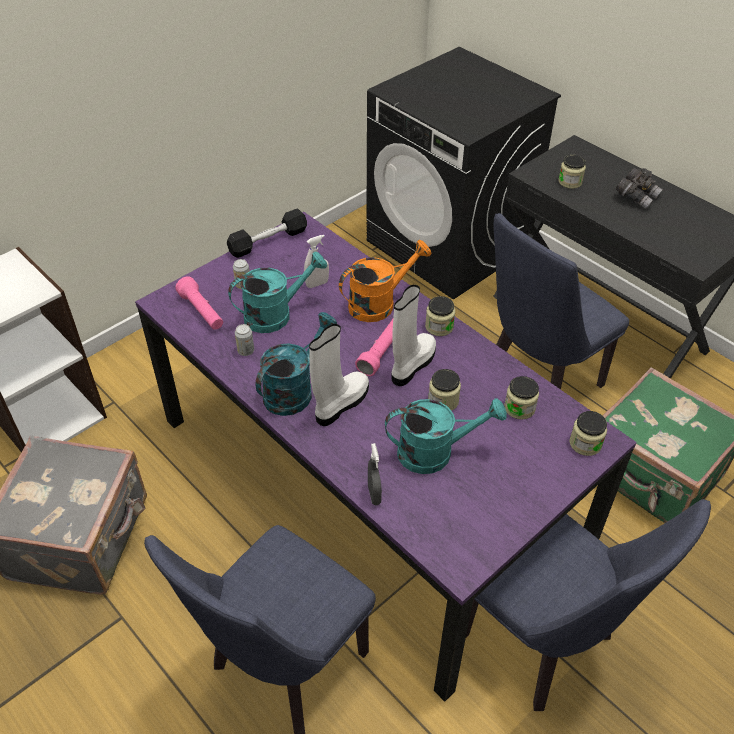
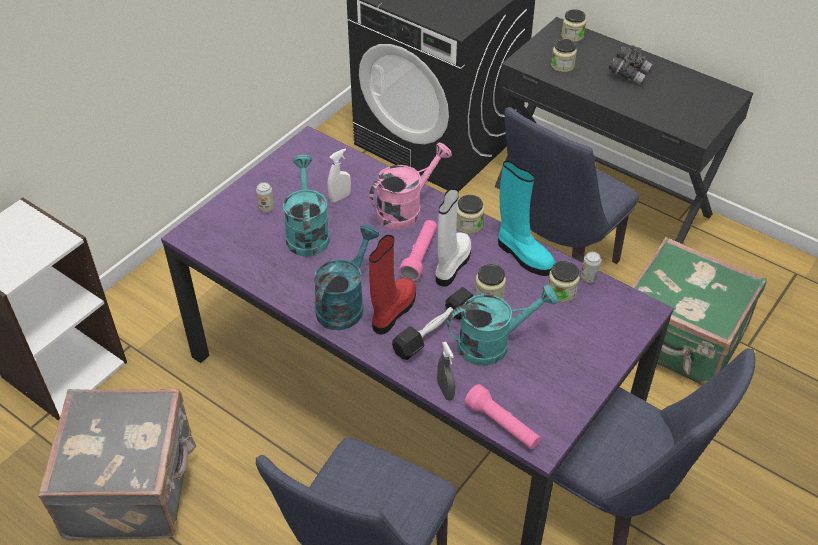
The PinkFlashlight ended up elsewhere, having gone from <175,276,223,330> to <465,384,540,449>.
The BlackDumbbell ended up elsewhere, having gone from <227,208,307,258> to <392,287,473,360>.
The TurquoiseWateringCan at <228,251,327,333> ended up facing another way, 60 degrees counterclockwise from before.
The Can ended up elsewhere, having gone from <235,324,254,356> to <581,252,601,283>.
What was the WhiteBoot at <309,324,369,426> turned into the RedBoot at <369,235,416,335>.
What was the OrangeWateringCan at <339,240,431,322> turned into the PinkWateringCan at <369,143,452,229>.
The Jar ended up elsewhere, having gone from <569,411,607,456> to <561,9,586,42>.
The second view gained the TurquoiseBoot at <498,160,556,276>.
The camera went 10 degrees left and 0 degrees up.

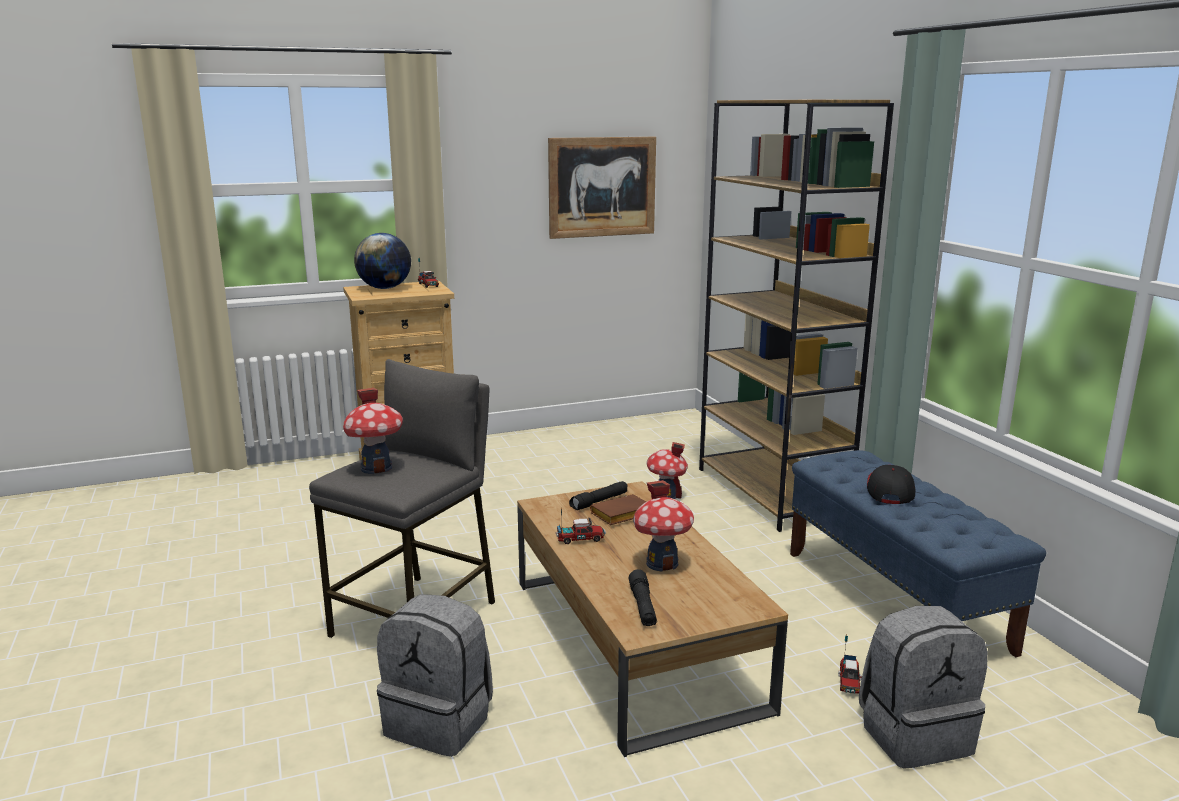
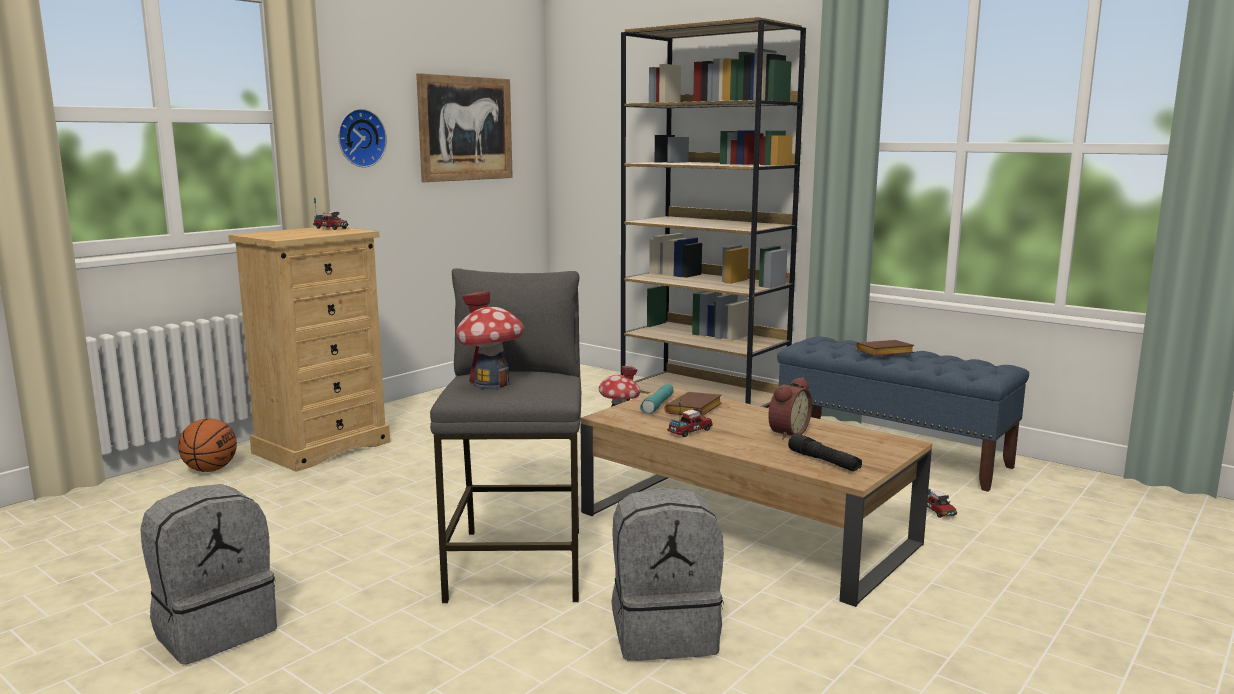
The second view lost the Globe at <354,233,411,289>.
What was the BlackFlashlight at <569,481,627,510> turned into the TurquoiseFlashlight at <640,384,674,414>.
Where the ToyHouse stood at <633,480,694,572>, the AlarmClock came to stand at <768,377,812,439>.
The GreyBackpack ended up elsewhere, having gone from <859,606,988,769> to <140,484,277,664>.
Where the Cap stood at <867,465,915,504>, the BrownBook came to stand at <856,340,914,356>.
The second view gained the Basketball at <178,419,237,472>.
The second view gained the WallClock at <338,109,387,167>.
The camera went 30 degrees left and 5 degrees down.

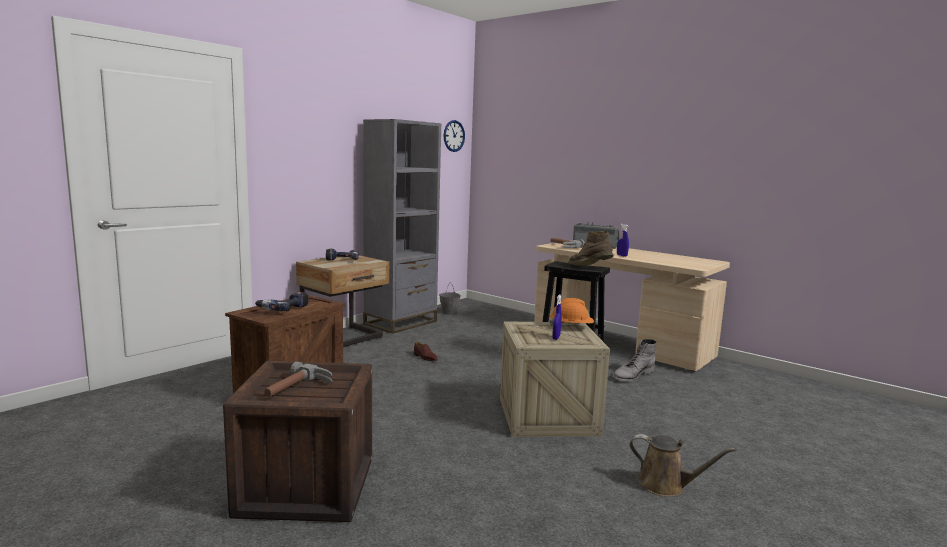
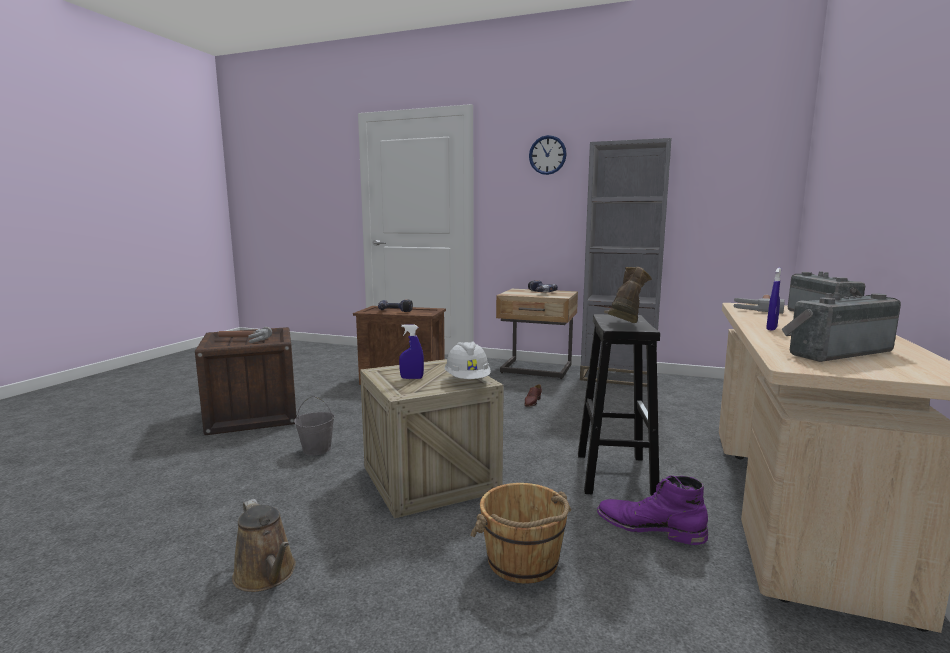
The GreyBucket ended up elsewhere, having gone from <439,283,461,315> to <294,396,335,455>.
The WallClock ended up elsewhere, having gone from <444,120,465,152> to <529,135,567,175>.
What was the OrangeHardHat at <550,298,594,326> turned into the WhiteHardHat at <445,341,491,379>.
What was the GreyBoot at <612,339,657,382> turned into the PurpleBoot at <597,476,708,545>.
The BrownWateringCan at <630,434,736,497> ended up facing another way, 45 degrees counterclockwise from before.
The second view gained the BrownBucket at <470,483,571,584>.
The second view gained the Radio at <781,293,901,362>.
The camera went 70 degrees right and 0 degrees up.

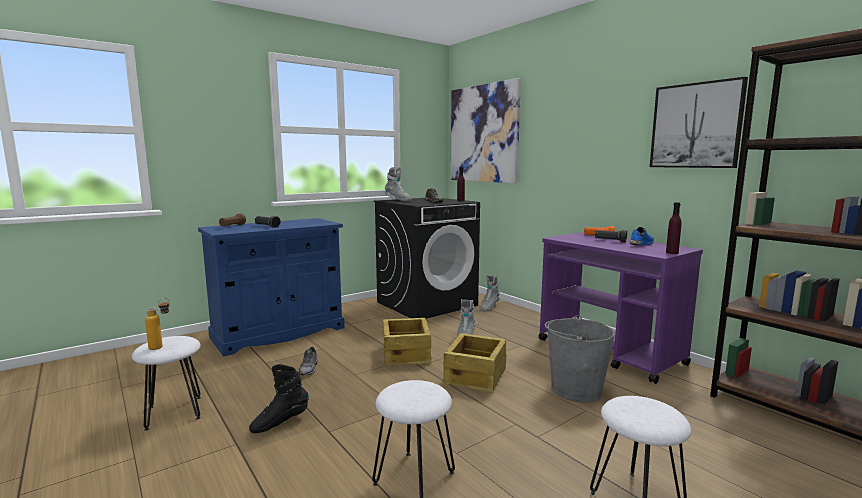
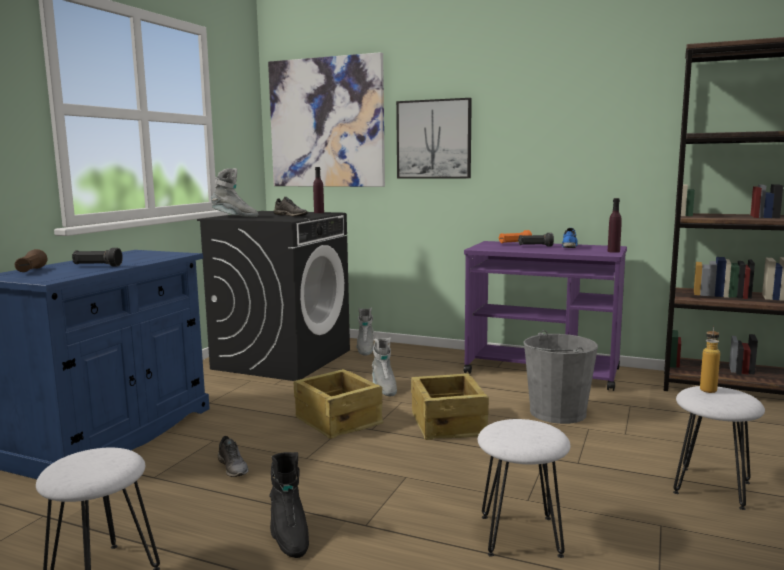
The Bottle ended up elsewhere, having gone from <145,298,170,350> to <700,326,720,393>.
The BlackBoot at <249,364,309,433> ended up facing another way, 45 degrees counterclockwise from before.
The Picture ended up elsewhere, having gone from <650,77,748,168> to <396,98,472,178>.
The camera went 30 degrees left and 0 degrees up.

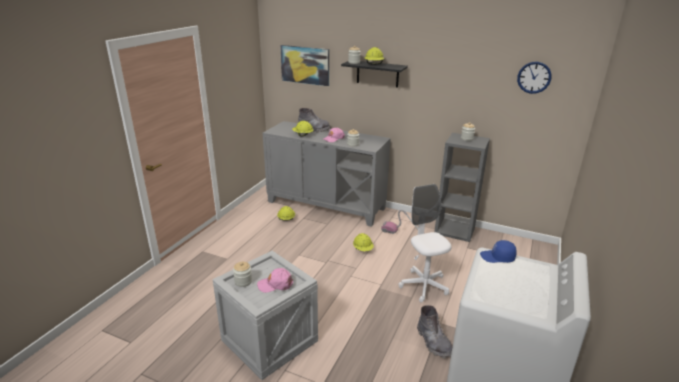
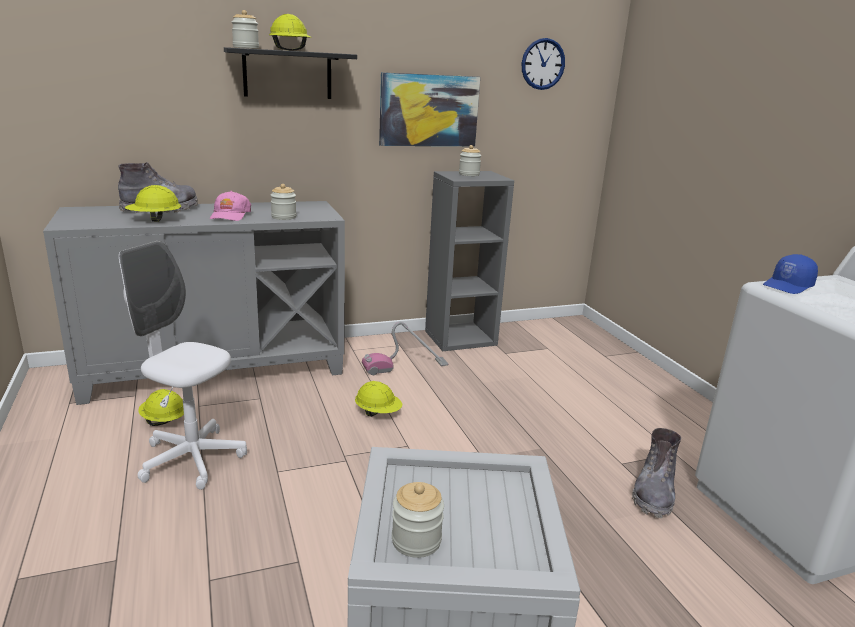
The second view lost the PinkCap at <257,268,293,293>.
The Picture ended up elsewhere, having gone from <280,45,329,86> to <379,72,480,146>.
The WhiteOfficeChair ended up elsewhere, having gone from <399,184,452,303> to <119,241,247,490>.
The GreyBoot at <417,305,452,358> ended up facing another way, 90 degrees clockwise from before.
The camera went 45 degrees left and 5 degrees down.

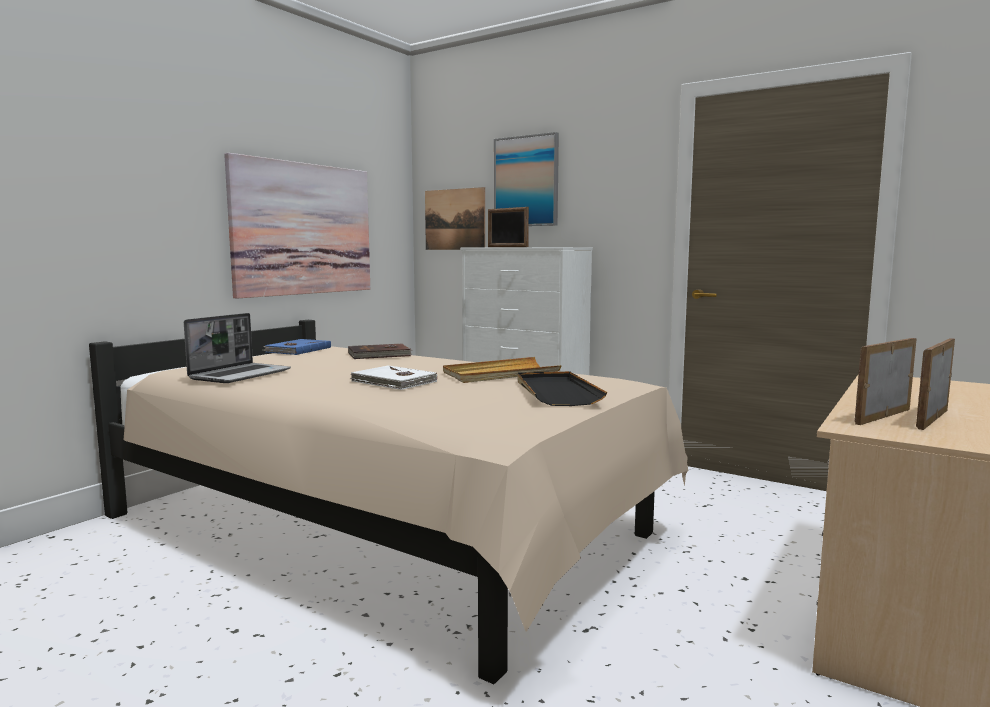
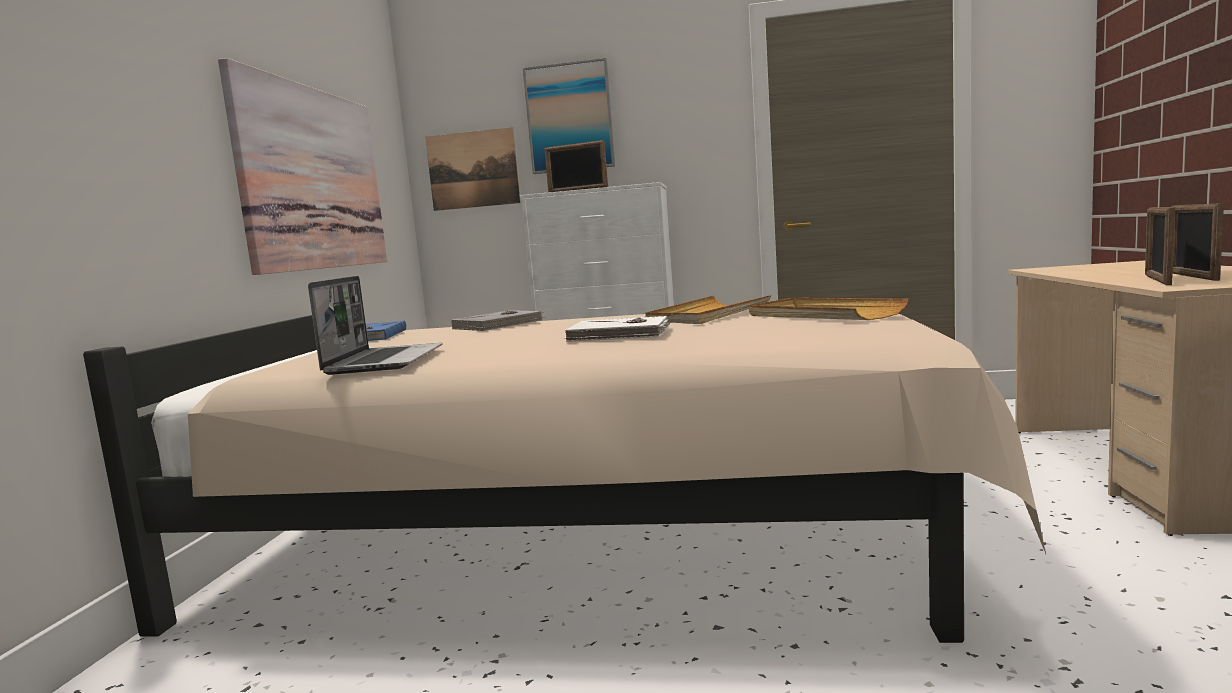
What was the BrownBook at <348,344,412,359> turned into the GreyBook at <451,310,546,331>.
What was the BlackTray at <517,371,607,406> turned into the BeigeTray at <749,298,909,320>.
The camera went 25 degrees left and 0 degrees up.

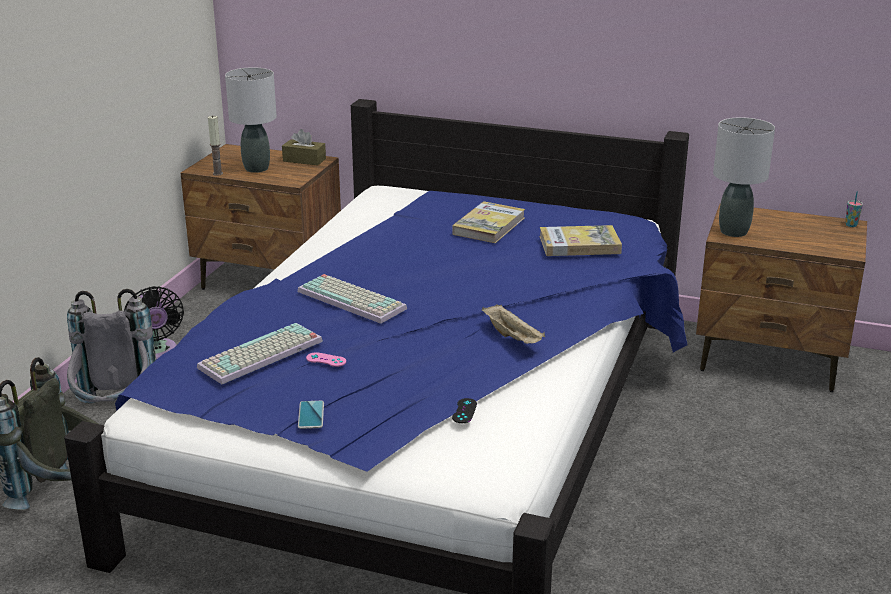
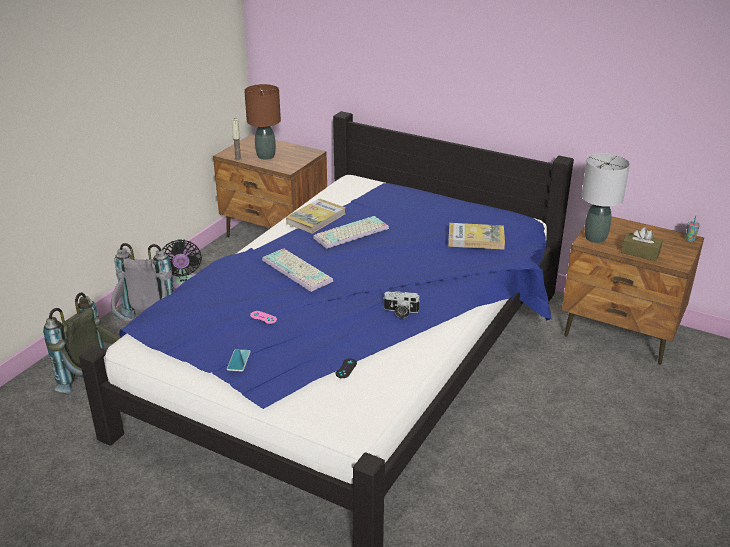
The Keyboard ended up elsewhere, having gone from <197,323,323,384> to <313,216,389,249>.
What was the GreyTableLamp at <225,67,277,173> turned into the BrownTableLamp at <244,84,281,160>.
The BrownTissueBox ended up elsewhere, having gone from <282,129,326,166> to <621,227,663,261>.
The Book ended up elsewhere, having gone from <453,201,525,243> to <286,199,345,234>.
Where the BeigeTray stood at <482,304,545,344>, the PhotoCamera came to stand at <383,291,421,318>.
The camera went 10 degrees right and 5 degrees up.

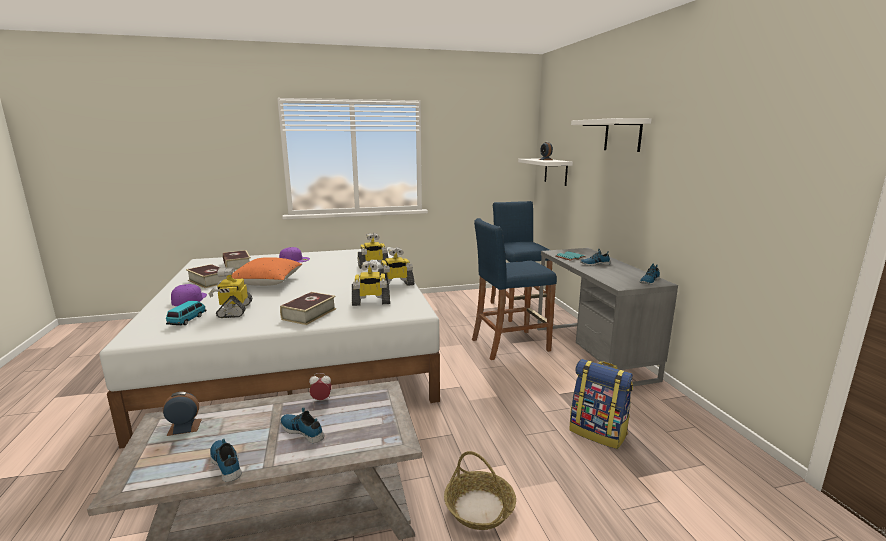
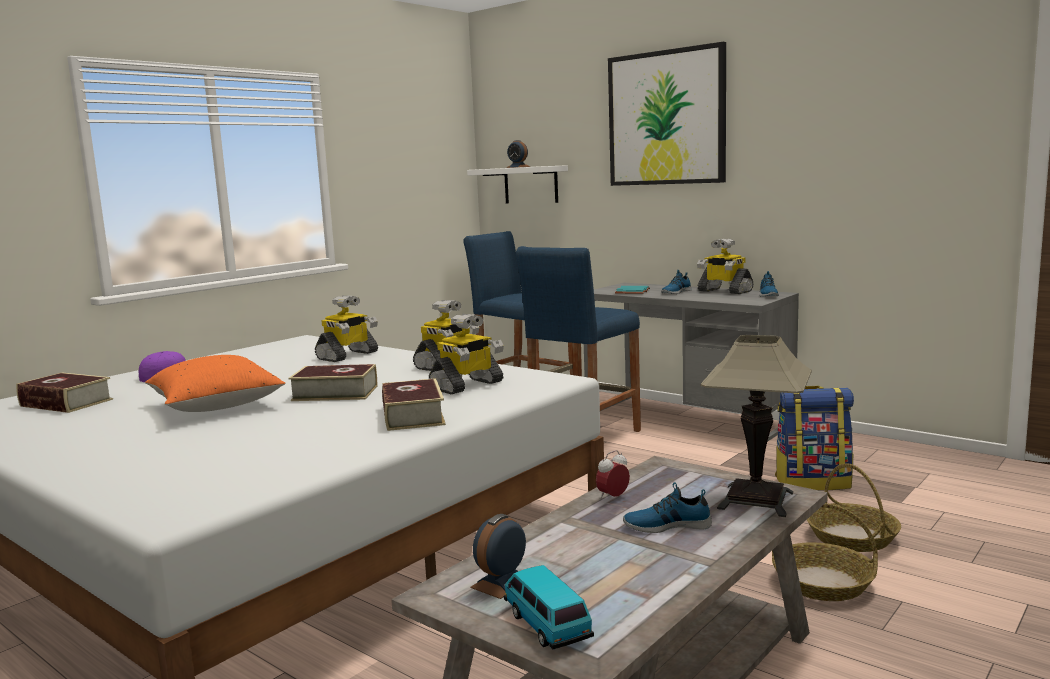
The ToyCar ended up elsewhere, having gone from <166,301,207,325> to <504,565,594,650>.
The second view lost the PurpleCap at <171,284,207,306>.
The Book ended up elsewhere, having gone from <186,264,228,288> to <288,364,378,401>.
The ToyRobot ended up elsewhere, having gone from <209,267,252,318> to <697,239,753,294>.
The second view lost the Shoe at <210,439,242,482>.
Where the WhiteShelf hung at <571,118,651,152>, the Picture came to hang at <608,42,726,186>.
The second view gained the TableLamp at <700,335,812,517>.
The second view gained the Basket at <807,463,901,552>.
The camera went 35 degrees left and 5 degrees down.

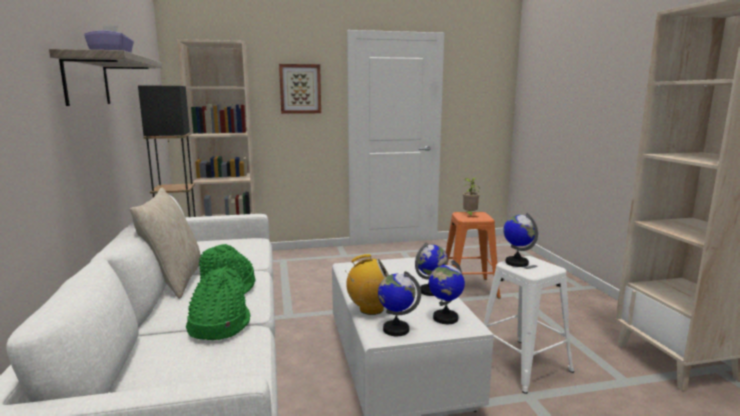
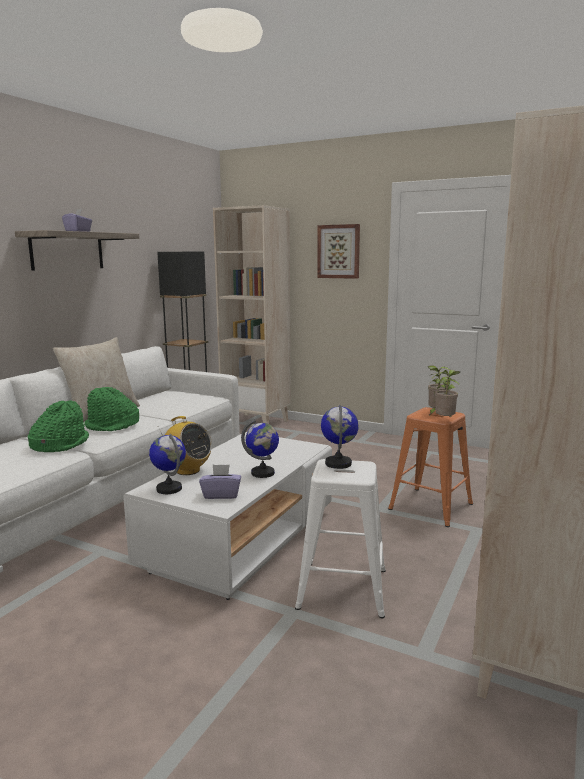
Where the Globe stood at <429,260,465,324>, the PurpleTissueBox came to stand at <199,464,241,499>.
The second view gained the PottedPlant at <435,370,460,418>.
The camera went 40 degrees right and 0 degrees up.

